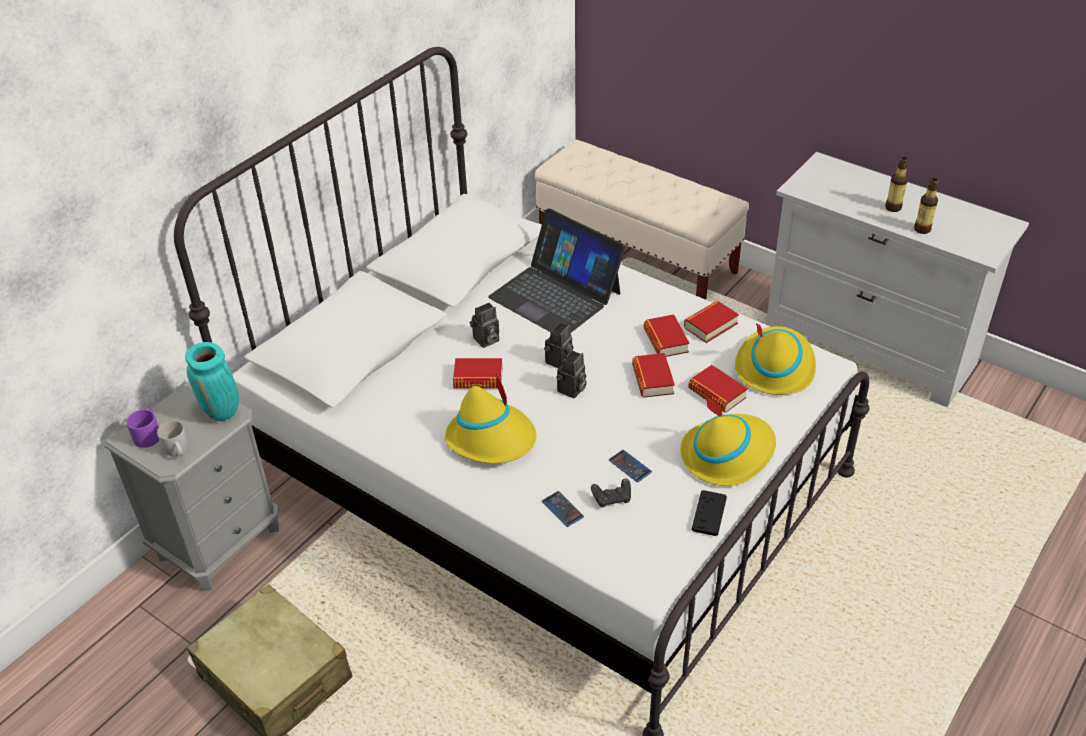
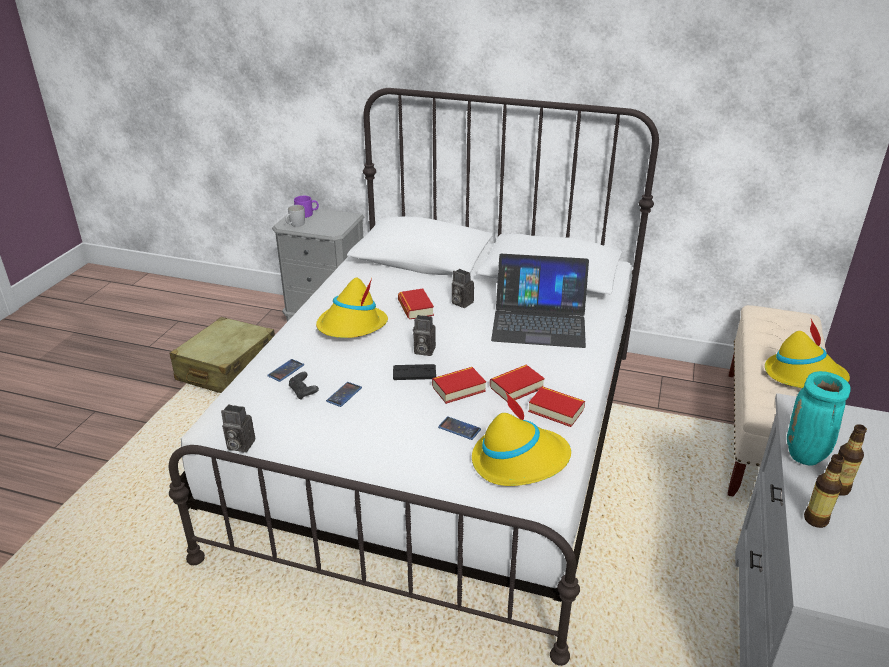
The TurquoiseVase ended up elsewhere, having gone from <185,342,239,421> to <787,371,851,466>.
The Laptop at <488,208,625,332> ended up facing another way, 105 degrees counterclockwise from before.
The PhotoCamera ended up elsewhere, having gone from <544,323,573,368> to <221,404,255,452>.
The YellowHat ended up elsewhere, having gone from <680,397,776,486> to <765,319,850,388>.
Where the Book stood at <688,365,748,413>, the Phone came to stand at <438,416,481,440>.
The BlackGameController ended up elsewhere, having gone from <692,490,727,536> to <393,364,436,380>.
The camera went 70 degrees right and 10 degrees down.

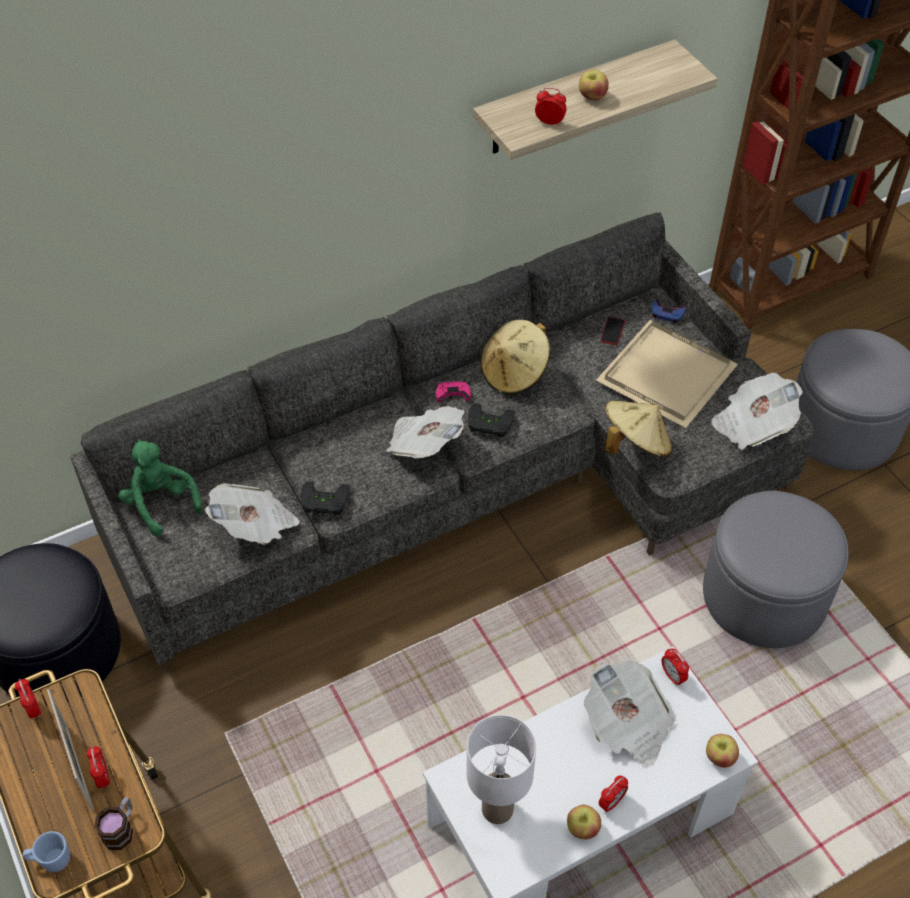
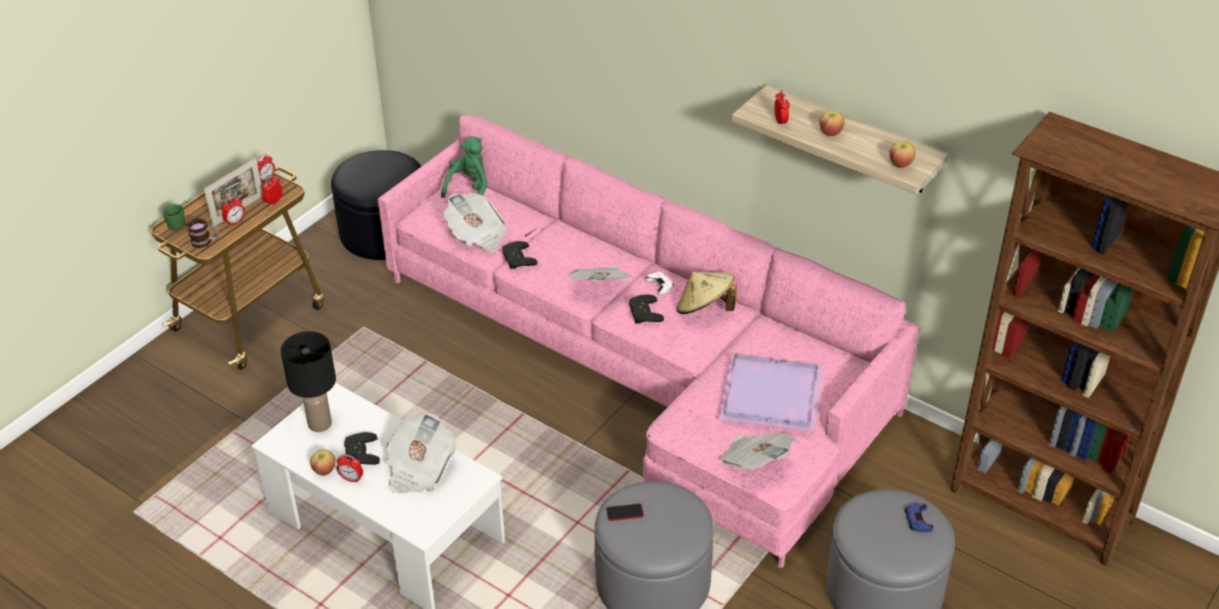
What was the BlueMug at <23,831,70,872> turned into the GreenMug at <163,204,185,230>.
What was the GreySofa at <70,212,815,670> turned into the PinkSofa at <378,115,919,568>.
What was the PinkGameController at <436,381,471,403> turned into the WhiteGameController at <646,272,674,295>.
What was the WhiteTableLamp at <466,715,536,824> turned into the BlackTableLamp at <281,331,336,432>.
What was the BeigeTray at <596,320,738,428> turned into the PurpleTray at <718,354,823,433>.
The Phone ended up elsewhere, having gone from <601,317,625,345> to <606,504,644,521>.
The second view lost the BeigeHat at <604,401,672,457>.
The BlueGameController ended up elsewhere, having gone from <652,299,685,323> to <905,503,933,532>.
The AlarmClock ended up elsewhere, having gone from <662,648,689,686> to <262,176,283,206>.
The Apple ended up elsewhere, having gone from <706,734,739,768> to <889,141,916,168>.
The second view gained the BlackGameController at <344,432,380,465>.
The camera went 65 degrees right and 10 degrees down.

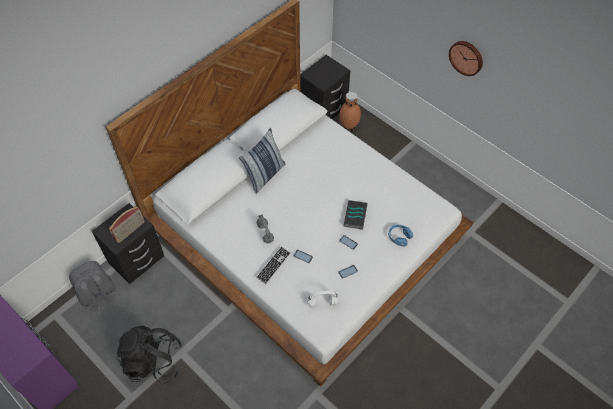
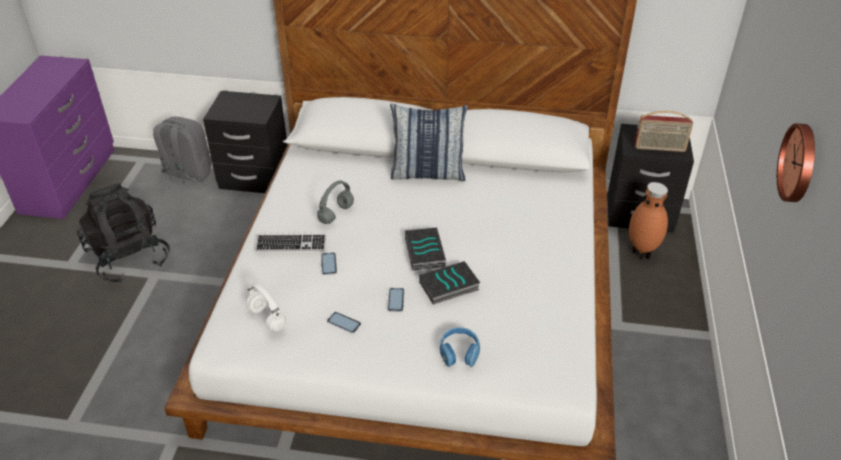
The Radio ended up elsewhere, having gone from <109,206,145,243> to <635,111,693,152>.
The second view gained the Book at <405,227,446,270>.
The camera went 55 degrees right and 15 degrees down.

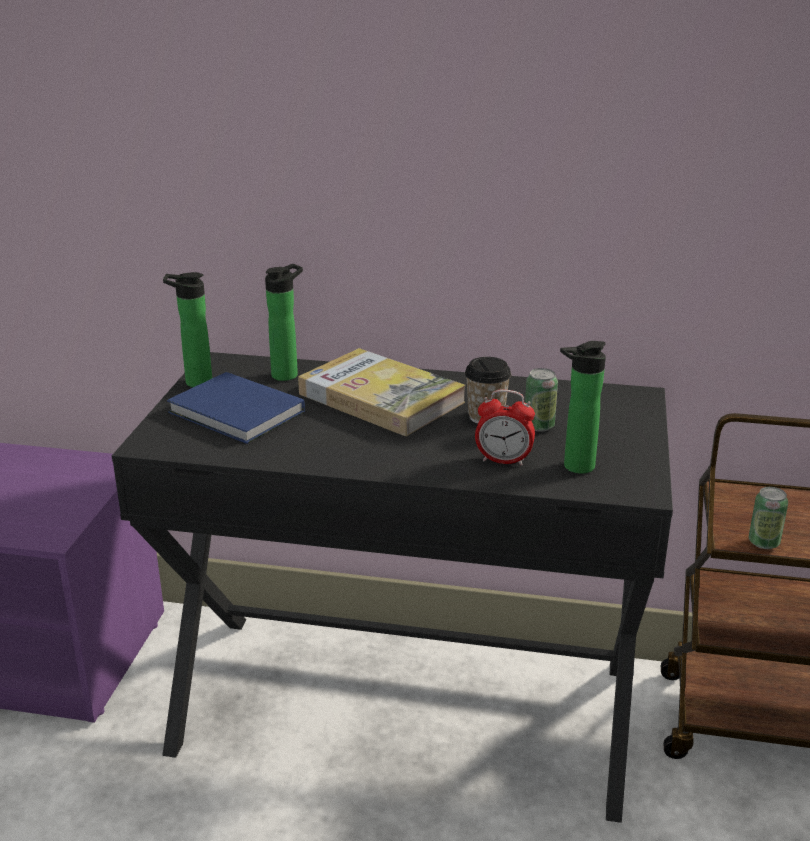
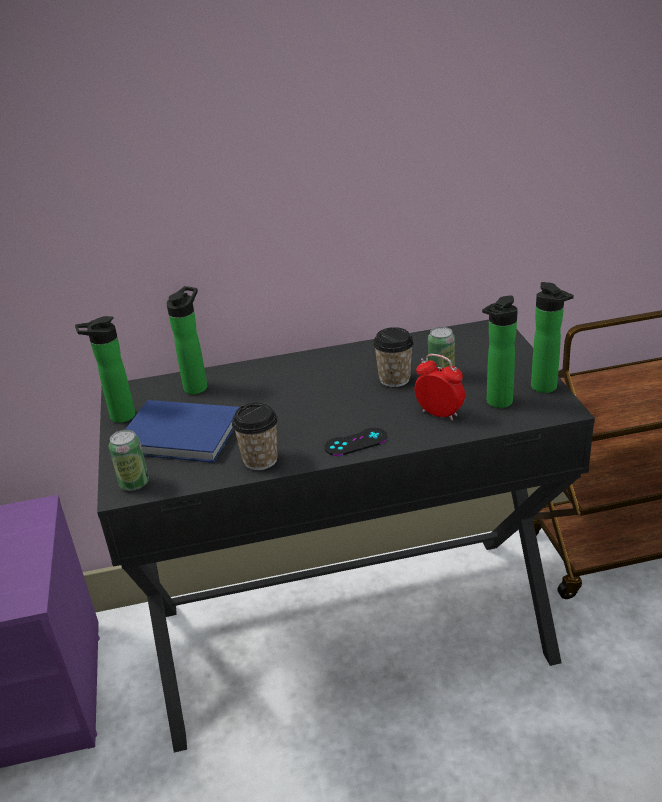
The second view lost the Book at <298,348,466,436>.
The AlarmClock at <475,390,535,466> ended up facing another way, 135 degrees counterclockwise from before.
The Can ended up elsewhere, having gone from <749,487,788,549> to <109,430,149,491>.
The second view gained the Cup at <232,403,278,470>.
The second view gained the BlackGameController at <325,428,387,456>.
The second view gained the Bottle at <531,282,574,393>.
The camera went 20 degrees left and 5 degrees up.

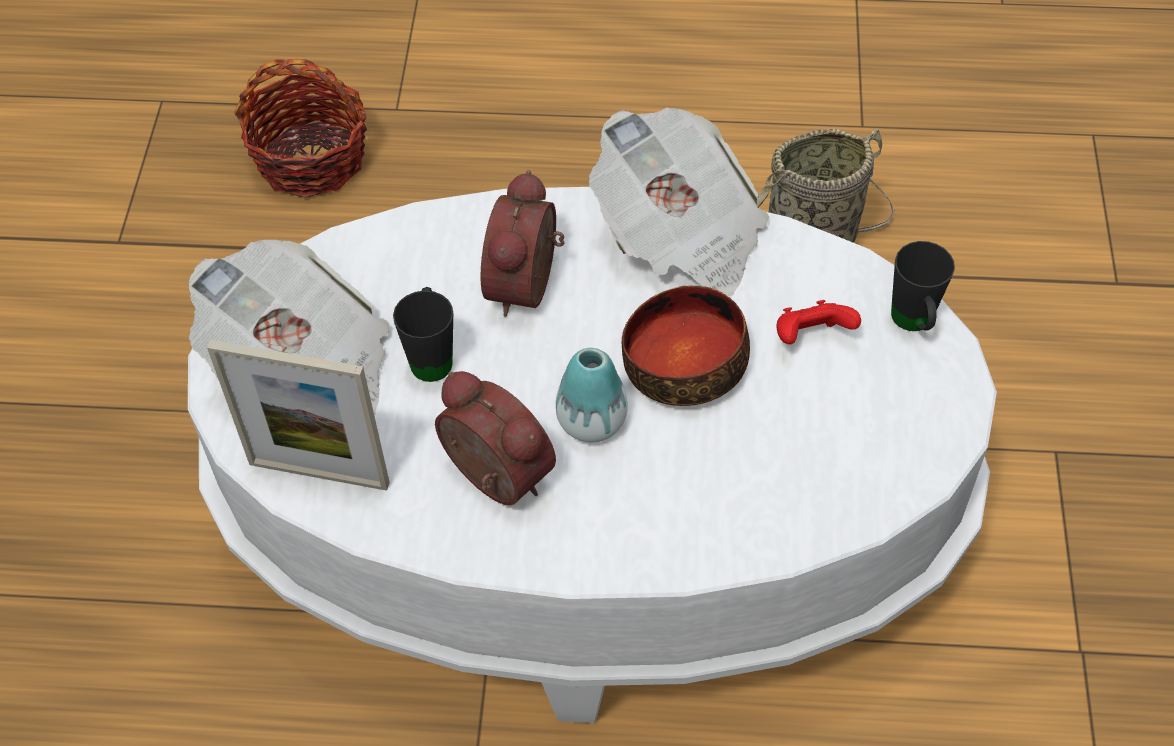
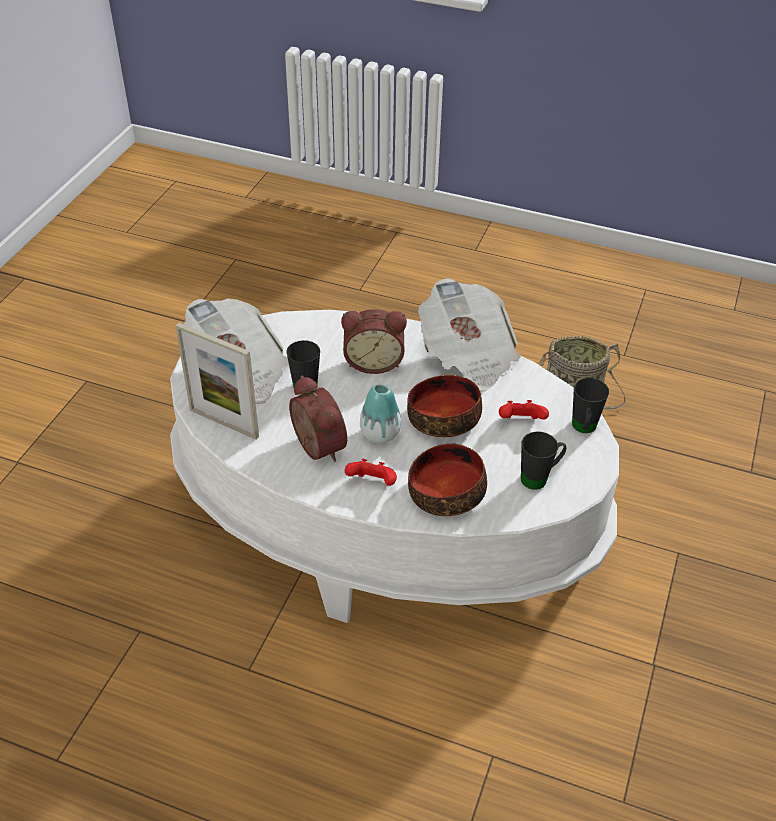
The second view lost the Basket at <234,59,367,198>.
The AlarmClock at <480,170,565,317> ended up facing another way, 120 degrees counterclockwise from before.
The second view gained the RedGameController at <345,459,397,486>.
The second view gained the Bowl at <408,444,487,516>.
The second view gained the BlackMug at <521,431,566,490>.
The camera went 15 degrees right and 10 degrees down.

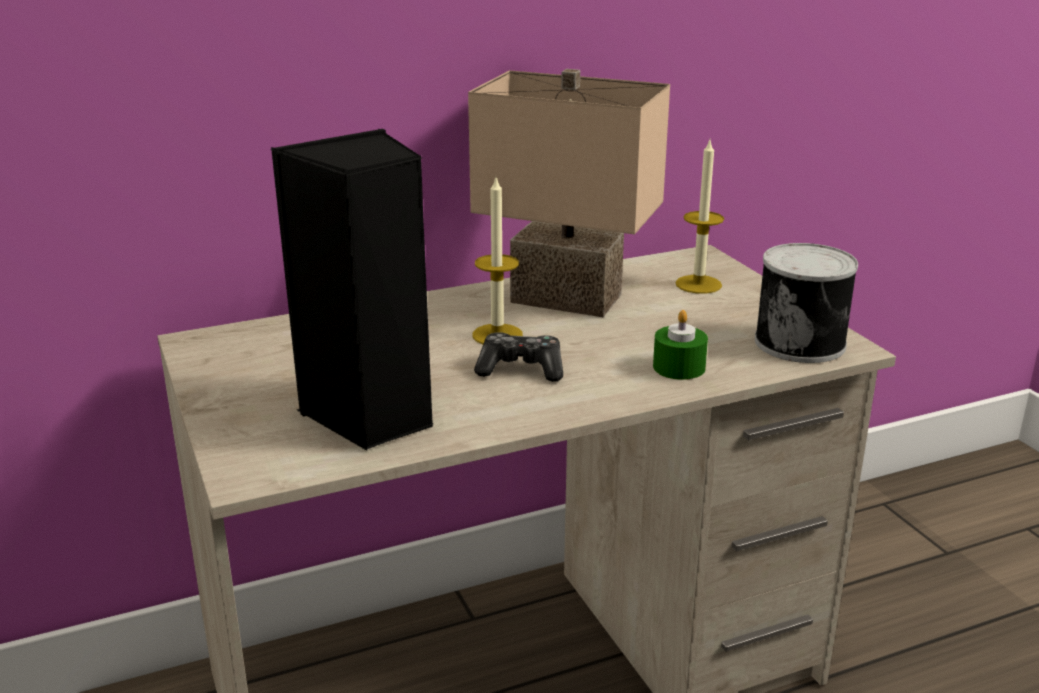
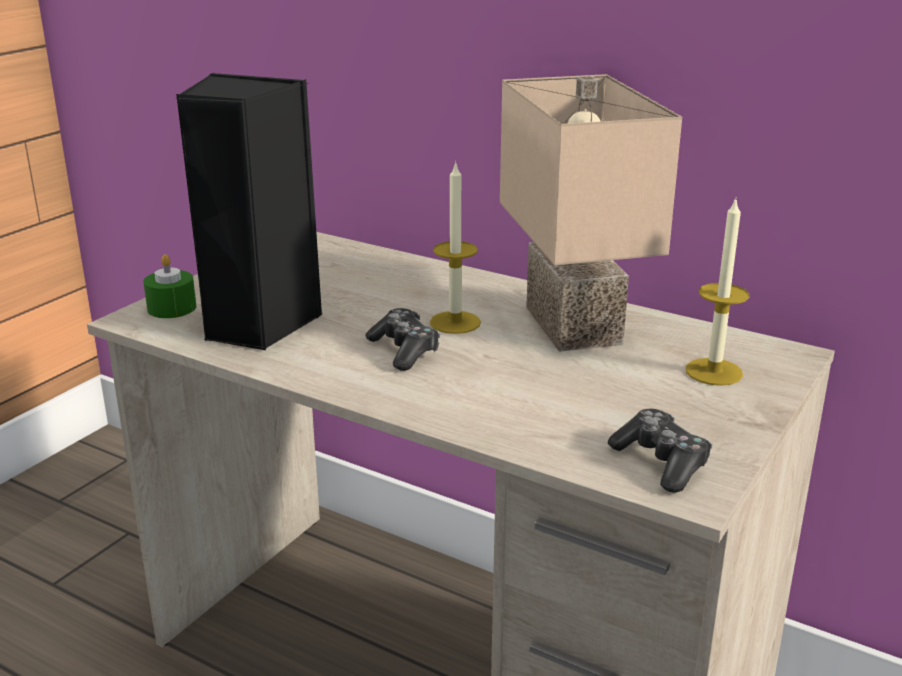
The GreenCandle ended up elsewhere, having gone from <653,310,708,380> to <143,254,196,318>.
Where the Can stood at <755,243,858,363>, the GameController came to stand at <608,409,712,493>.
The camera went 55 degrees right and 0 degrees up.

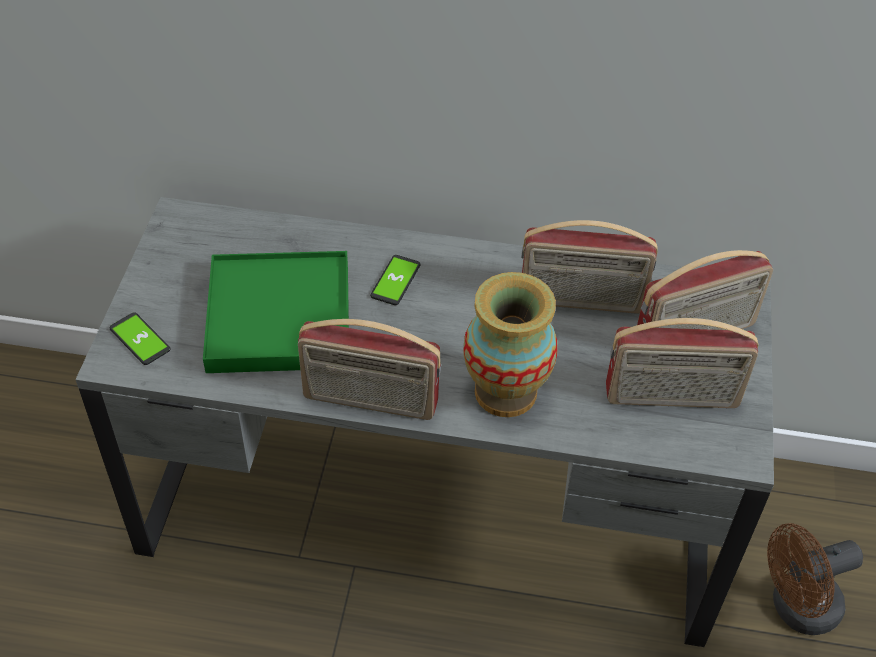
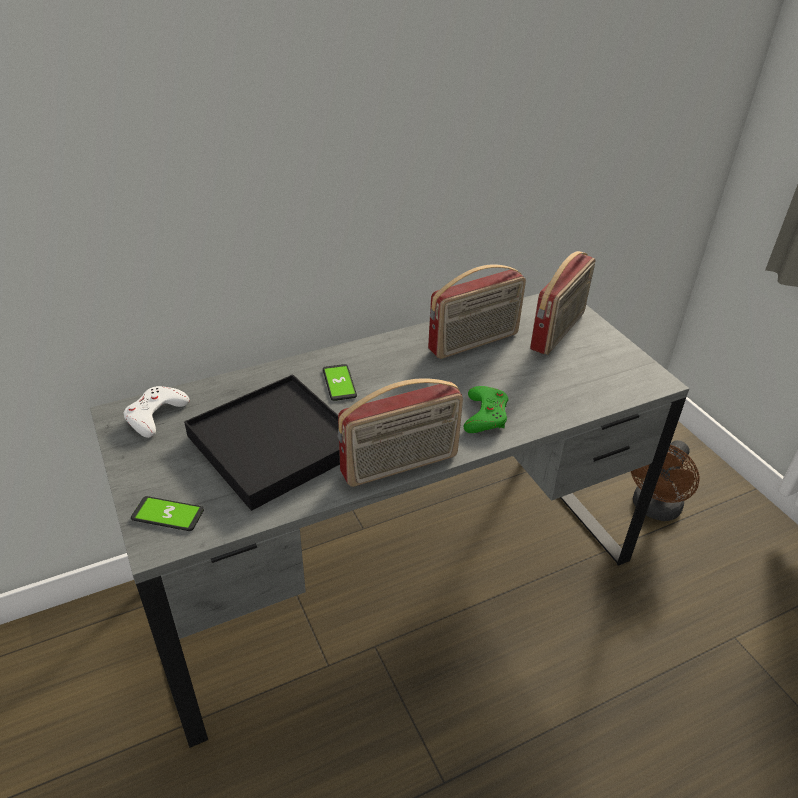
What was the GreenTray at <203,251,349,373> turned into the BlackTray at <184,374,340,511>.
Where the Vase stood at <463,272,558,417>, the GreenGameController came to stand at <464,386,508,433>.
The second view lost the Radio at <606,318,759,408>.
The second view gained the WhiteGameController at <124,386,190,438>.
The camera went 35 degrees left and 10 degrees down.

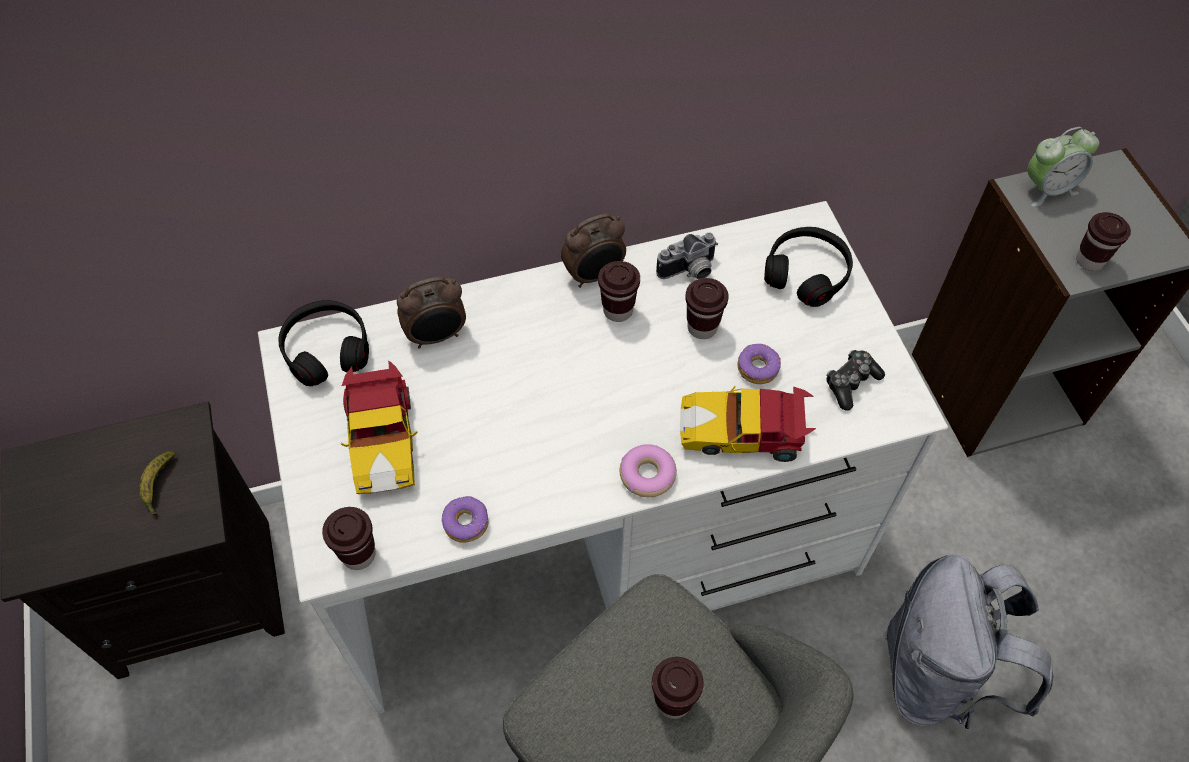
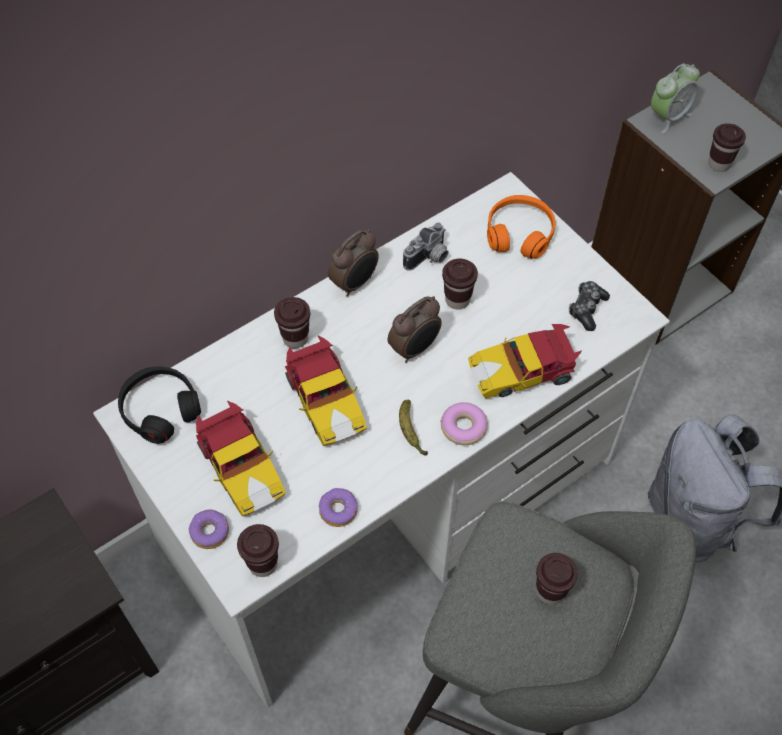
The Banana ended up elsewhere, having gone from <139,452,175,517> to <399,400,428,456>.
The AlarmClock ended up elsewhere, having gone from <397,277,466,348> to <388,296,442,363>.
The BrownCup ended up elsewhere, having gone from <598,261,640,322> to <274,297,310,348>.
The Donut ended up elsewhere, having gone from <737,344,781,384> to <189,509,229,549>.
What was the BlackHeadphones at <764,227,853,307> turned into the OrangeHeadphones at <487,195,556,259>.
The second view gained the ToyCar at <285,336,367,446>.
The camera went 20 degrees left and 0 degrees up.

